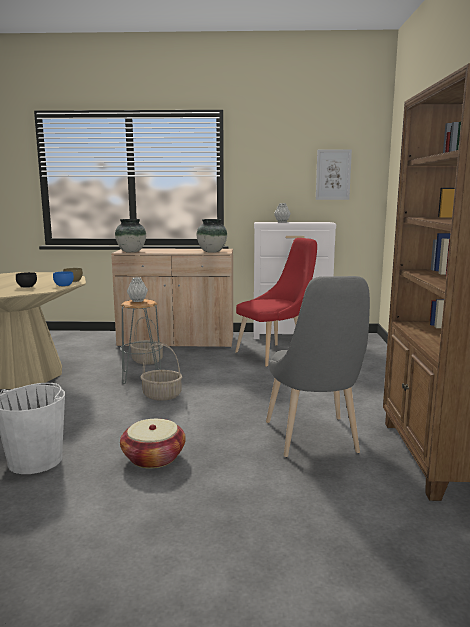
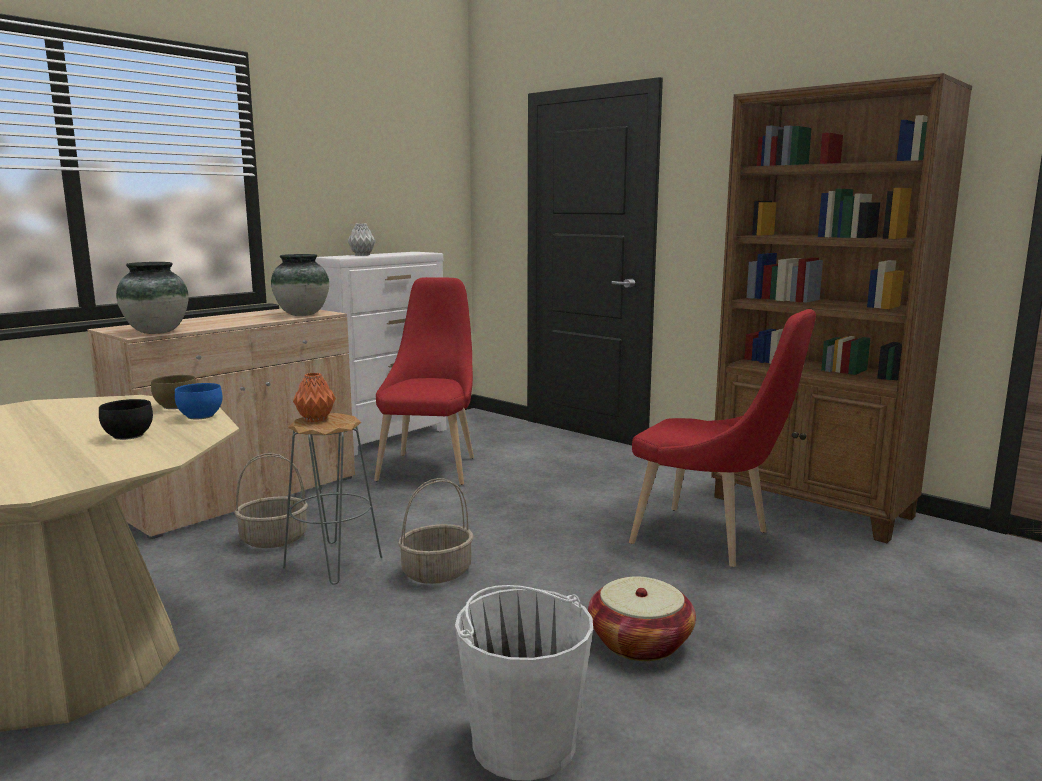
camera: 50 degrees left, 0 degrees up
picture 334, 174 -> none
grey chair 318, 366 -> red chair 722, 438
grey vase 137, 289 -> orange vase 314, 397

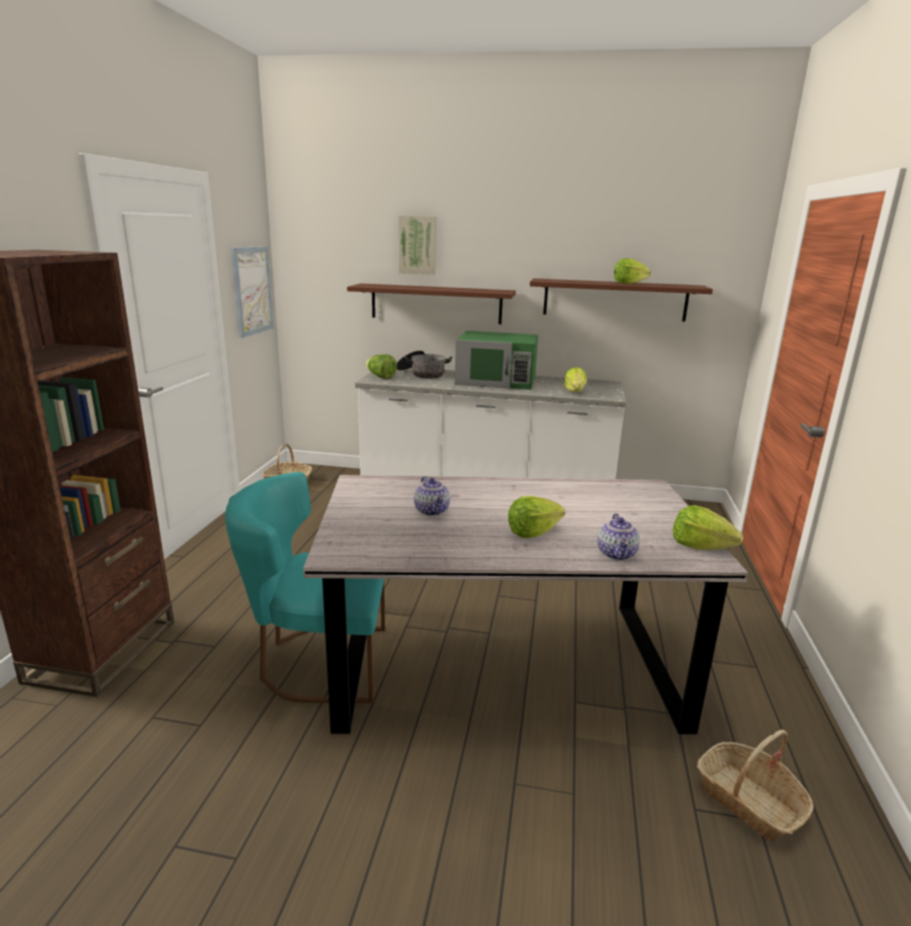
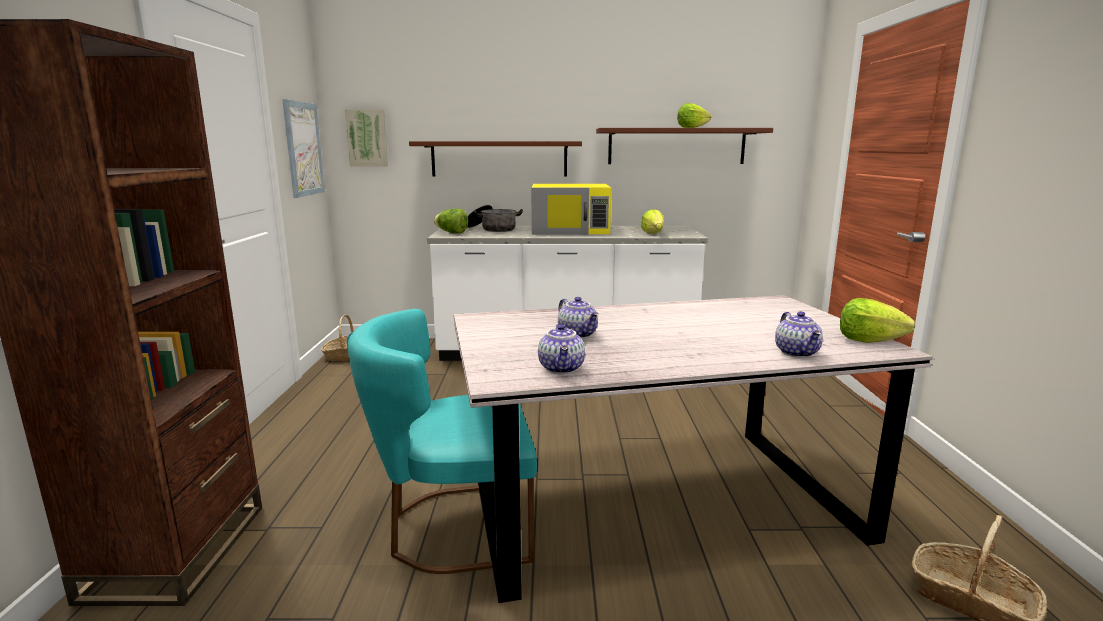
camera: 10 degrees left, 5 degrees down
picture 417, 245 -> picture 366, 137, moved
green microwave 496, 360 -> yellow microwave 571, 209
lettuce 536, 517 -> none
none -> teapot 561, 349

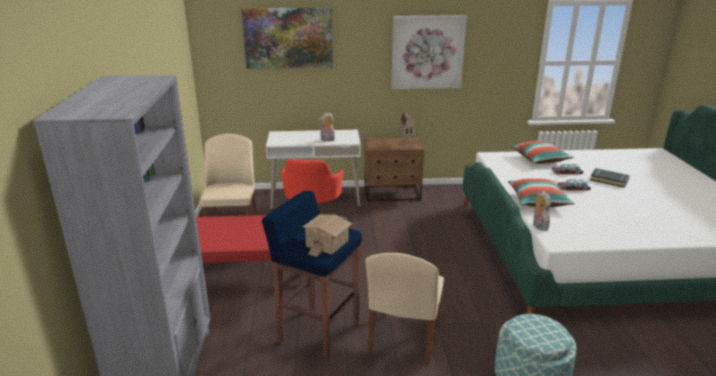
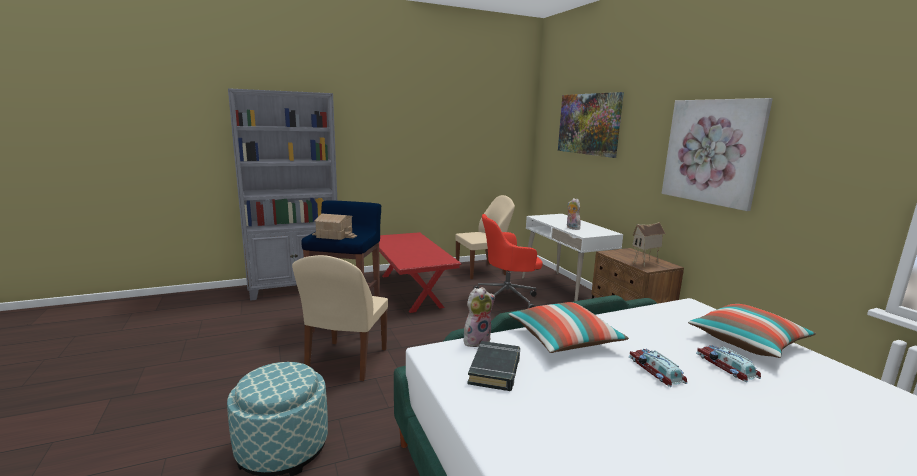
camera: 70 degrees right, 10 degrees down
black book 610, 178 -> black book 494, 366, moved
beige chair 405, 308 -> beige chair 340, 318, 75 degrees counterclockwise

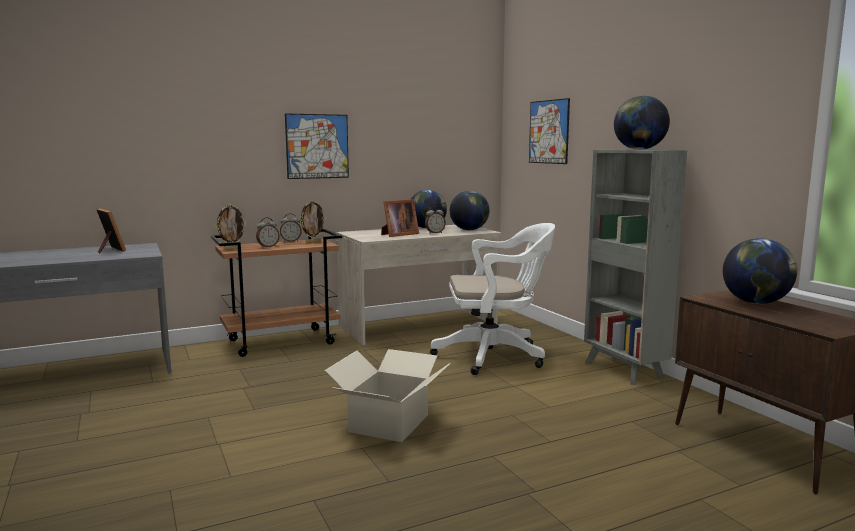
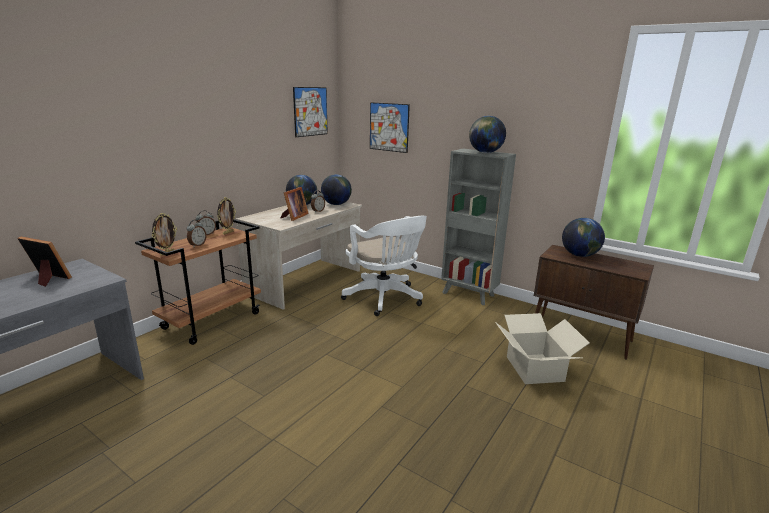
camera: 30 degrees left, 10 degrees up
picture 317, 146 -> picture 310, 112, moved
white office chair 492, 299 -> white office chair 384, 266, 90 degrees clockwise
cardboard box 387, 395 -> cardboard box 542, 348, moved

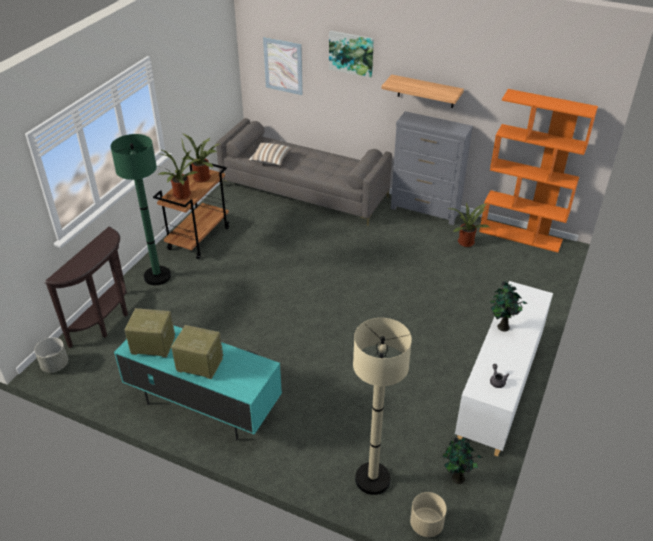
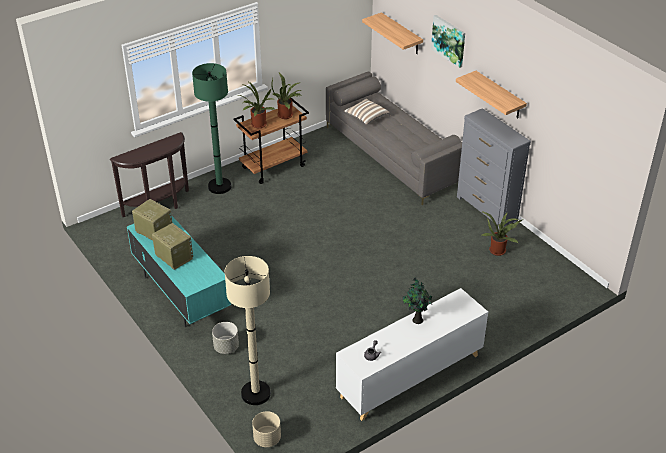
camera: 30 degrees right, 0 degrees up
picture 283, 66 -> shelf 392, 33
orange bookcase 538, 171 -> none
grey planter 51, 355 -> grey planter 225, 338, moved
potted plant 463, 461 -> none

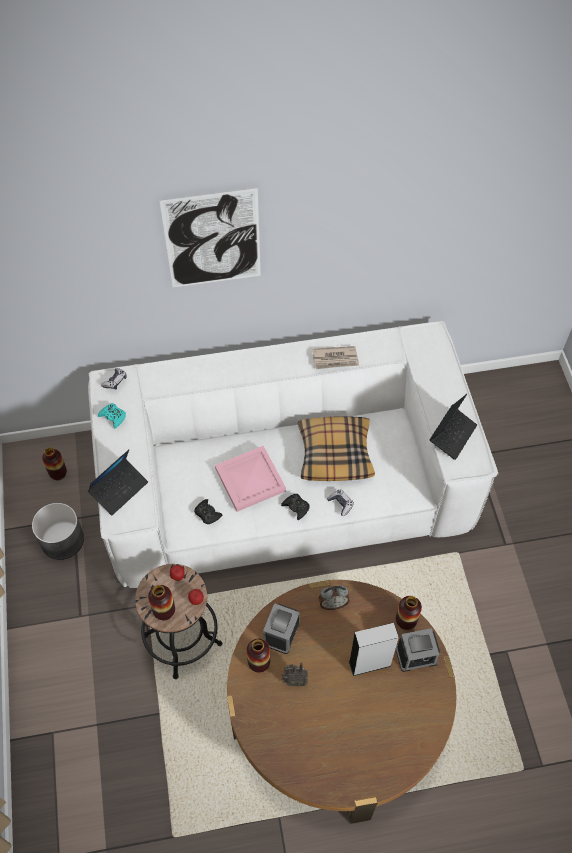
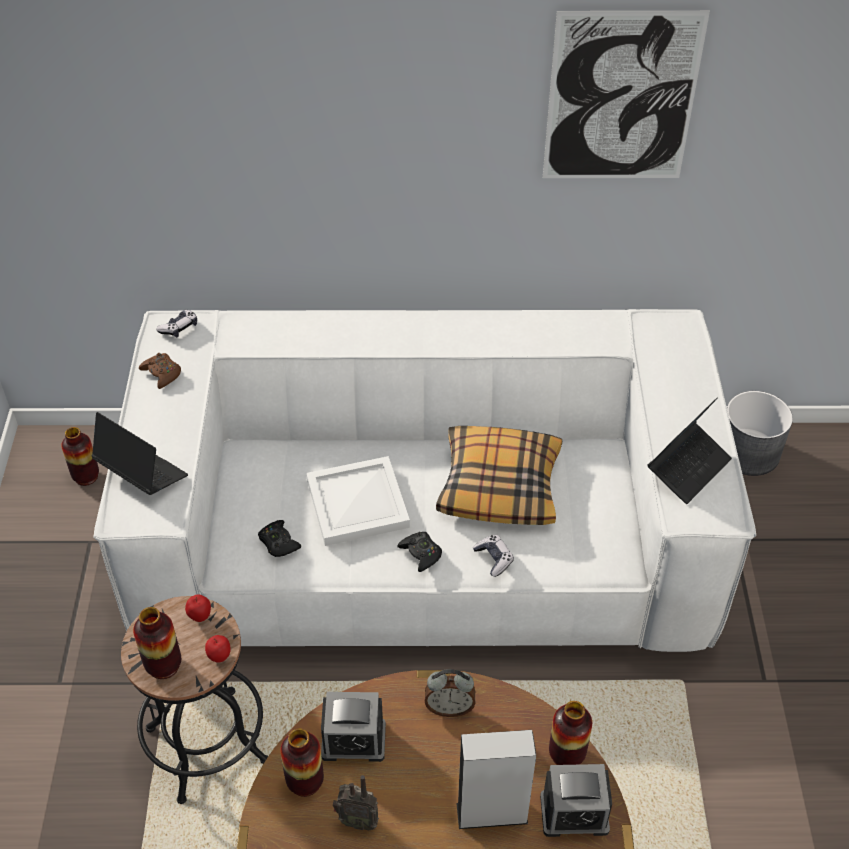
camera: 10 degrees right, 10 degrees down
picture 210, 238 -> picture 626, 94, moved
newspaper 335, 357 -> none
turquoise game controller 112, 416 -> brown game controller 160, 371
pink tray 250, 479 -> white tray 358, 501
laptop 118, 483 -> laptop 139, 453, 105 degrees counterclockwise
grey planter 58, 531 -> grey planter 760, 433, moved
alarm clock 281, 628 -> alarm clock 353, 727, 120 degrees counterclockwise

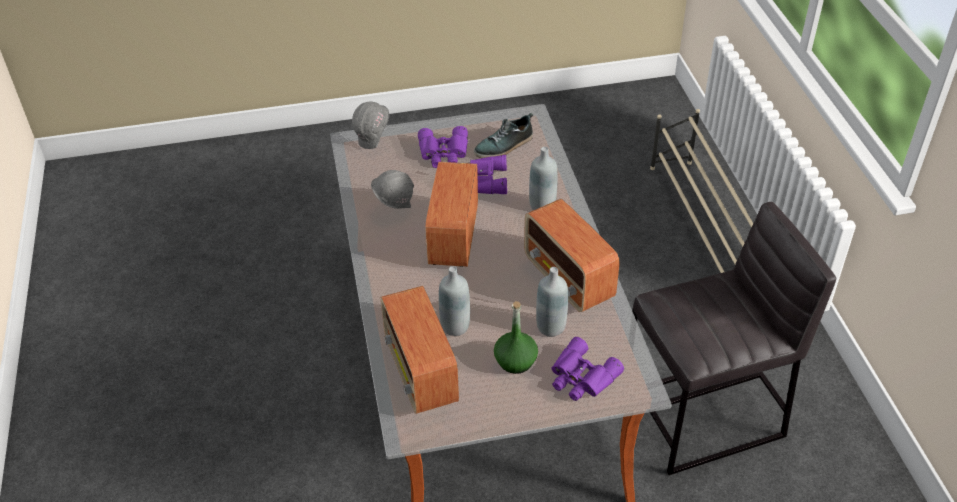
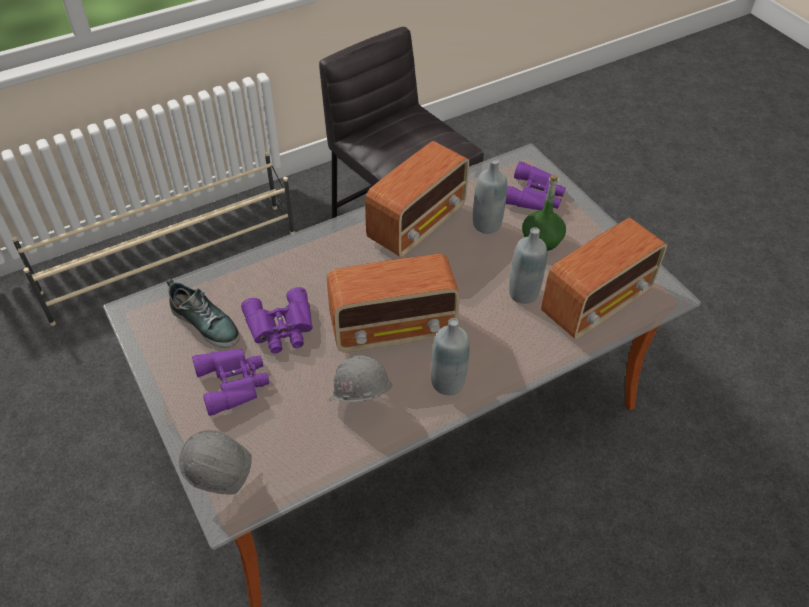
camera: 110 degrees left, 5 degrees up
grey bottle 543, 178 -> grey bottle 450, 356, moved

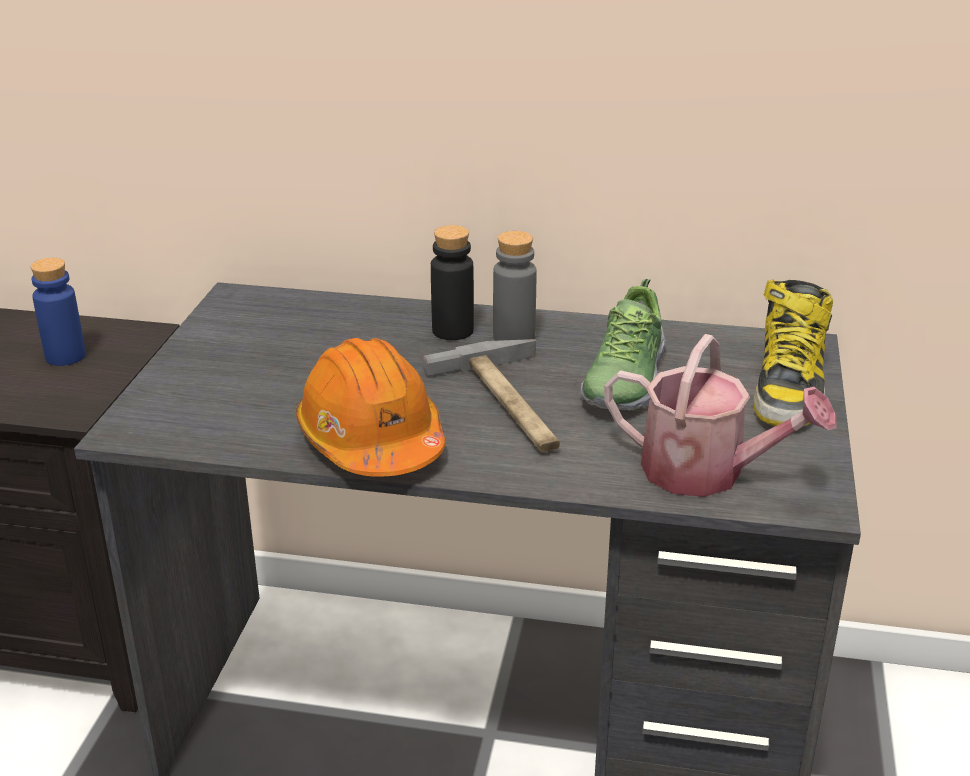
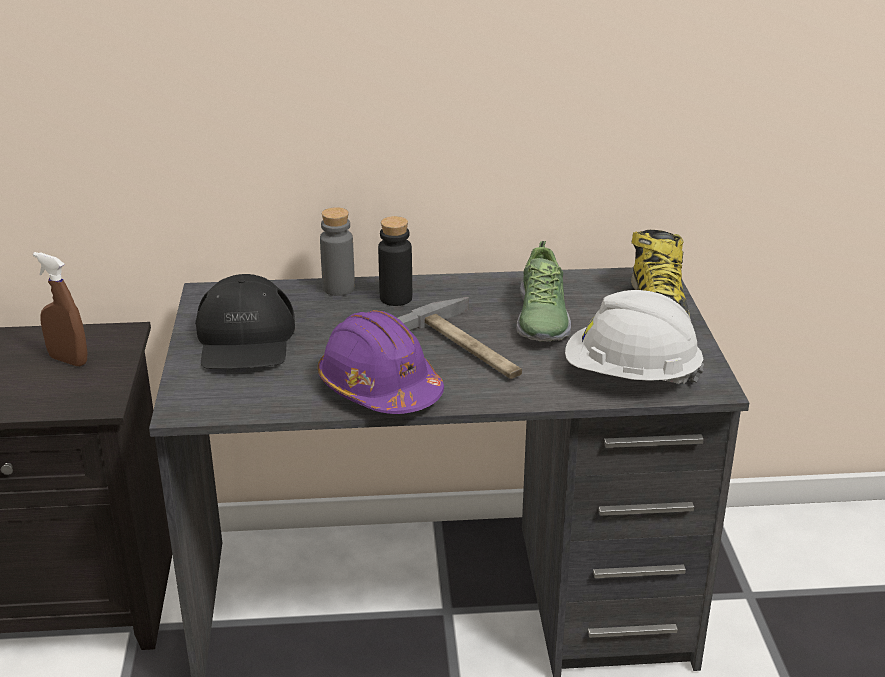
camera: 15 degrees left, 0 degrees up
grey bottle 514, 286 -> grey bottle 337, 251, moved
blue bottle 58, 312 -> brown spray bottle 60, 309
watering can 720, 415 -> white hard hat 634, 337
orange hard hat 371, 407 -> purple hard hat 381, 362
none -> black cap 245, 321

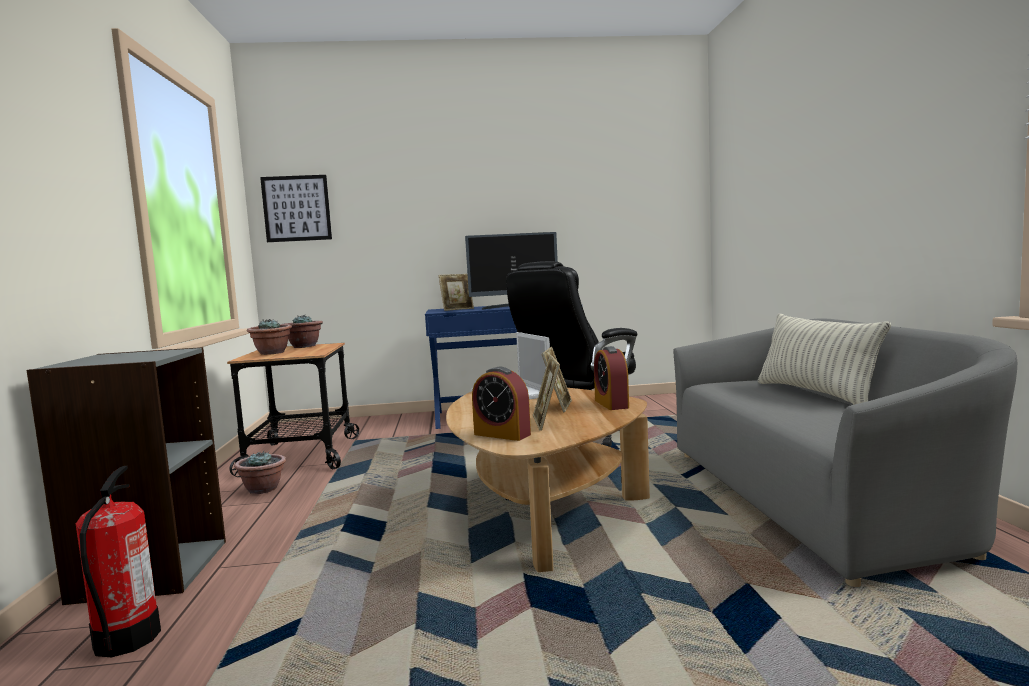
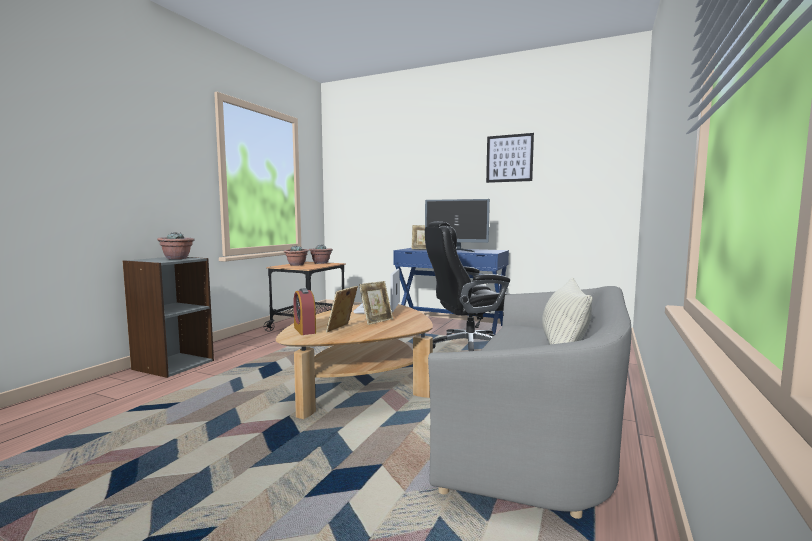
camera: 30 degrees right, 0 degrees up
picture 296, 208 -> picture 510, 158, moved
alarm clock 611, 378 -> none
potted plant 260, 472 -> potted plant 176, 245, moved
fire extinguisher 118, 562 -> none

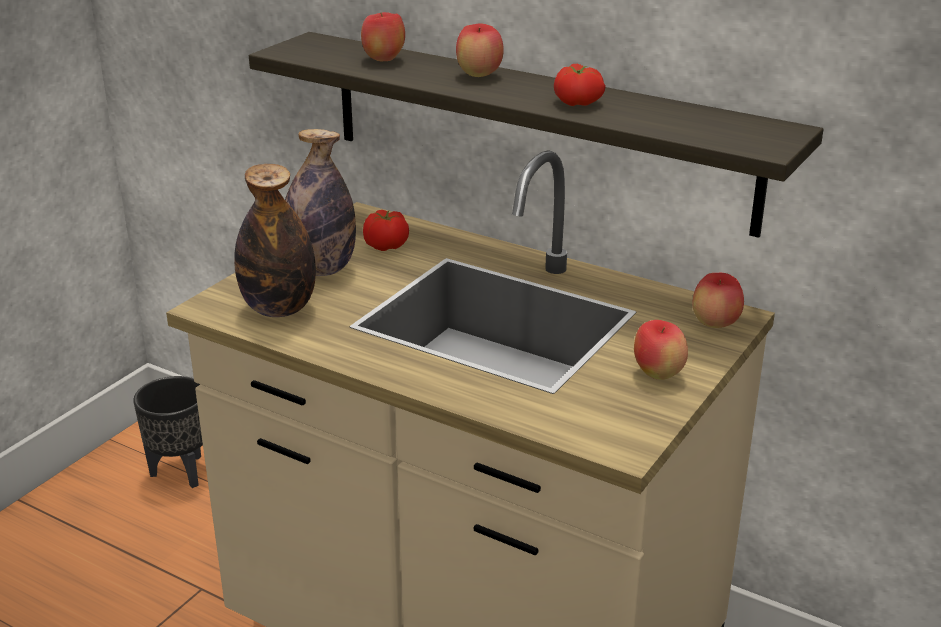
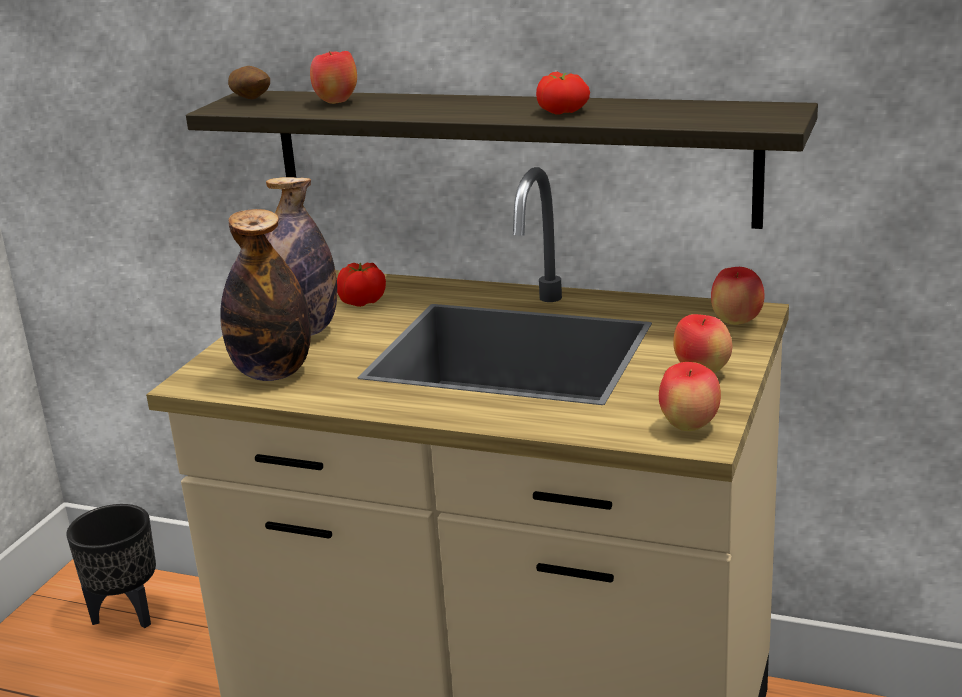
camera: 10 degrees left, 5 degrees down
apple 480, 50 -> apple 690, 396, moved
none -> potato 249, 83

